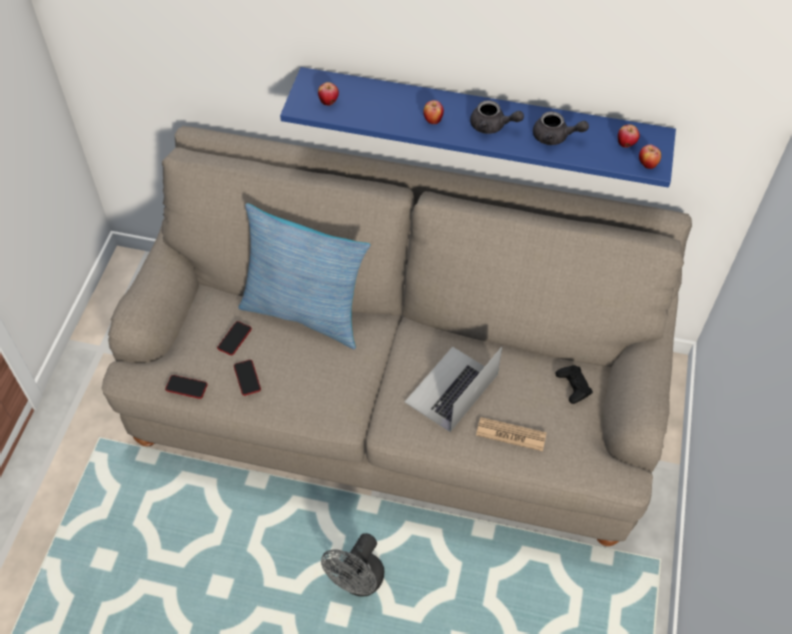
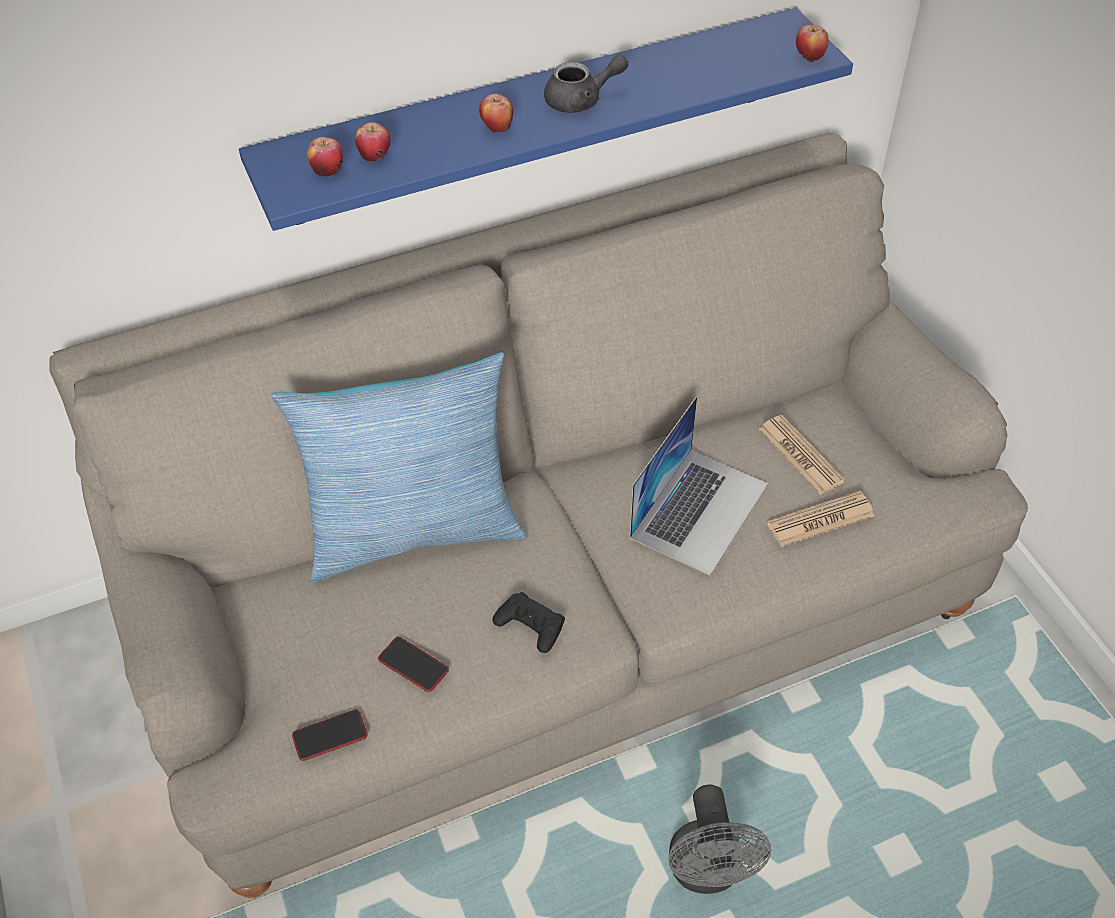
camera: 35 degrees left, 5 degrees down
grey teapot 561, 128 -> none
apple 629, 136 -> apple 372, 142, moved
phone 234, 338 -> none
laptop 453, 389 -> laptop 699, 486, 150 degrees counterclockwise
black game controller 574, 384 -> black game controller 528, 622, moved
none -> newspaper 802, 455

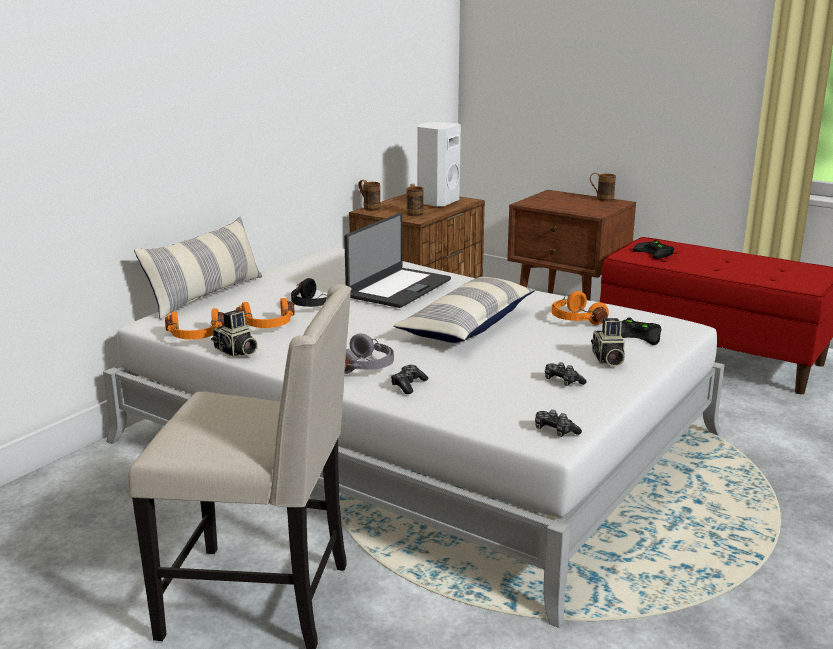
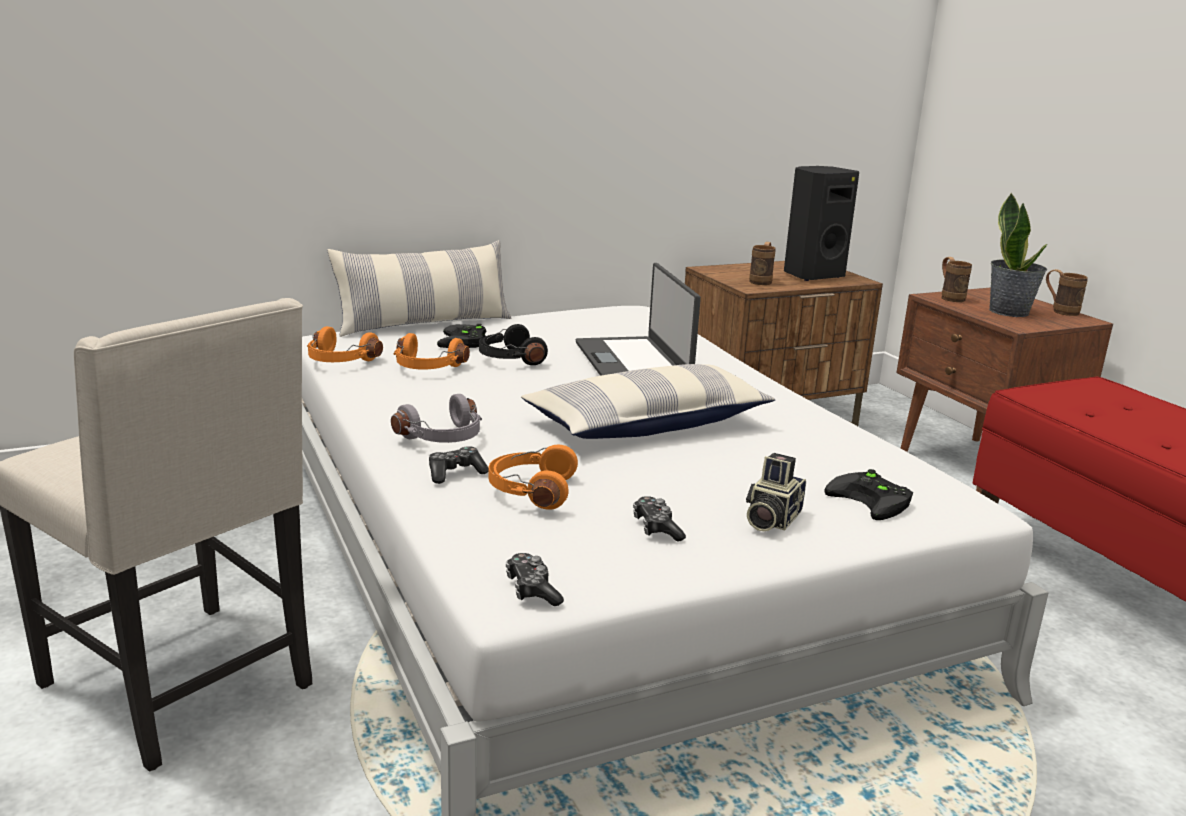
camera: 30 degrees right, 0 degrees up
white speaker 439, 164 -> black speaker 821, 223
brown mug 370, 195 -> brown mug 957, 279, moved
laptop 397, 260 -> laptop 638, 319, 105 degrees clockwise
black game controller 653, 249 -> black game controller 461, 336, moved
orange headphones 580, 308 -> orange headphones 533, 477, moved
photo camera 234, 333 -> none
none -> potted plant 1018, 255

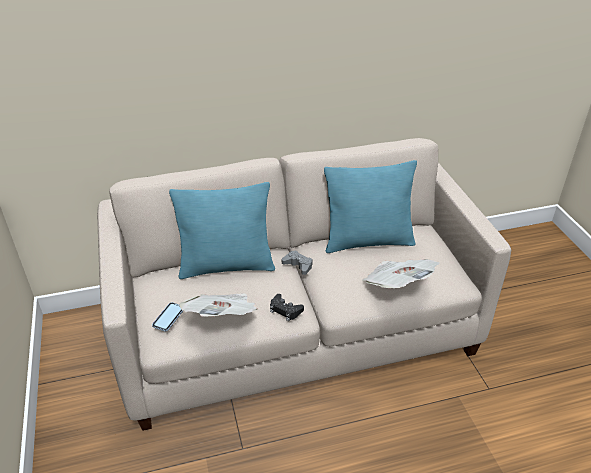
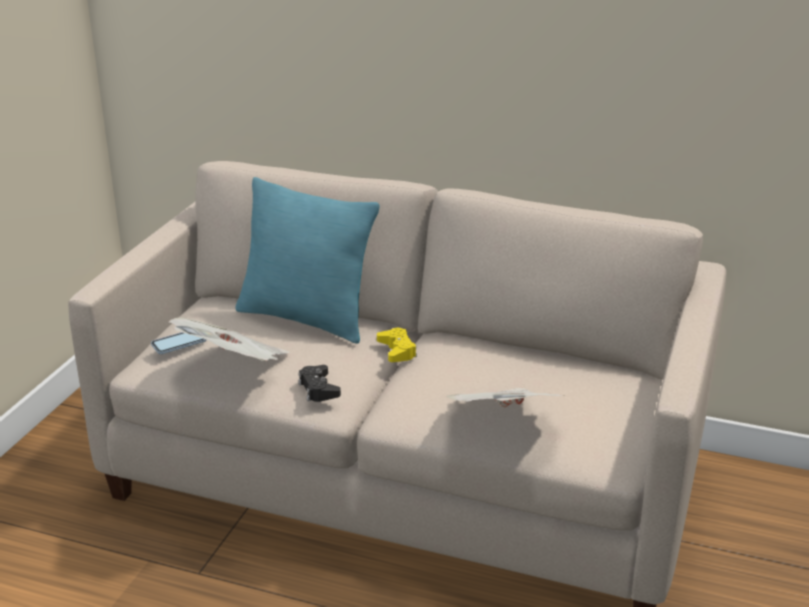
camera: 35 degrees right, 10 degrees down
turquoise pillow 370, 206 -> none
grey game controller 297, 263 -> yellow game controller 397, 345

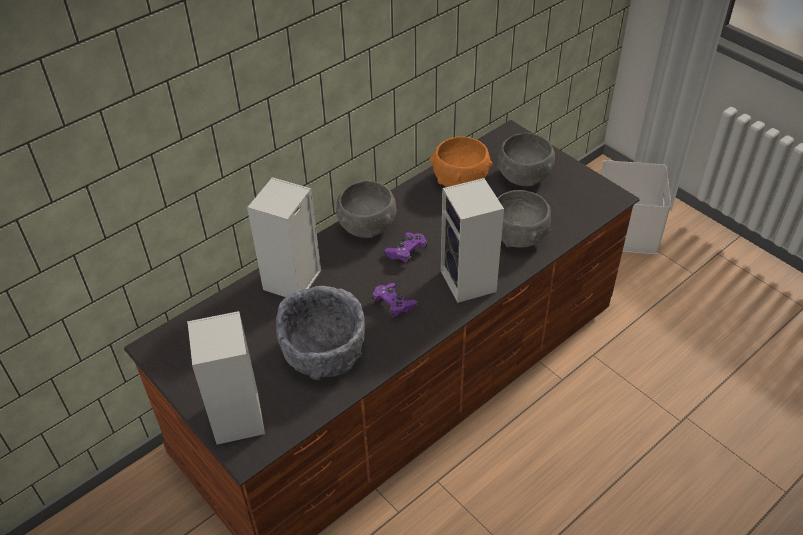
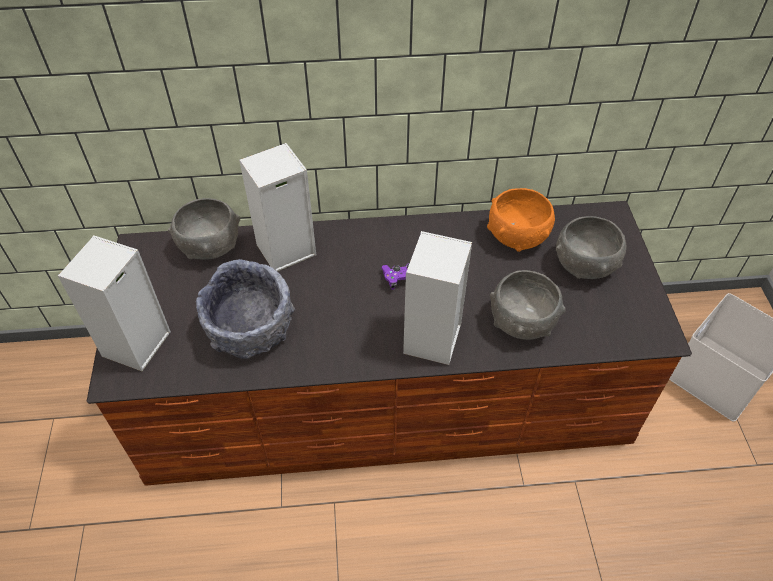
camera: 35 degrees right, 5 degrees up
grey bowl 366, 209 -> grey bowl 204, 229, moved
purple game controller 394, 300 -> none

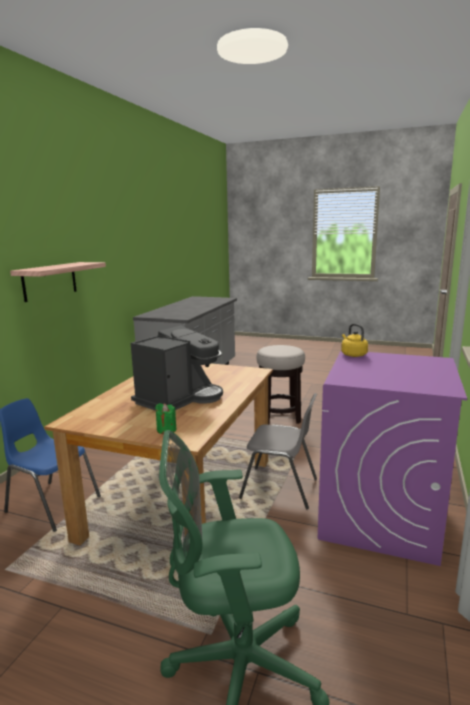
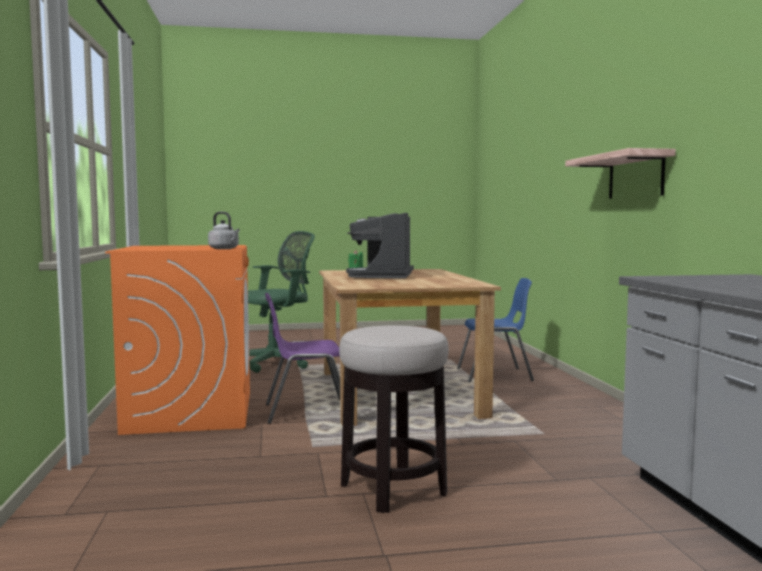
camera: 150 degrees right, 10 degrees down
yellow kettle 354, 340 -> grey kettle 224, 230
purple washing machine 392, 458 -> orange washing machine 177, 340
grey chair 278, 451 -> purple chair 302, 358

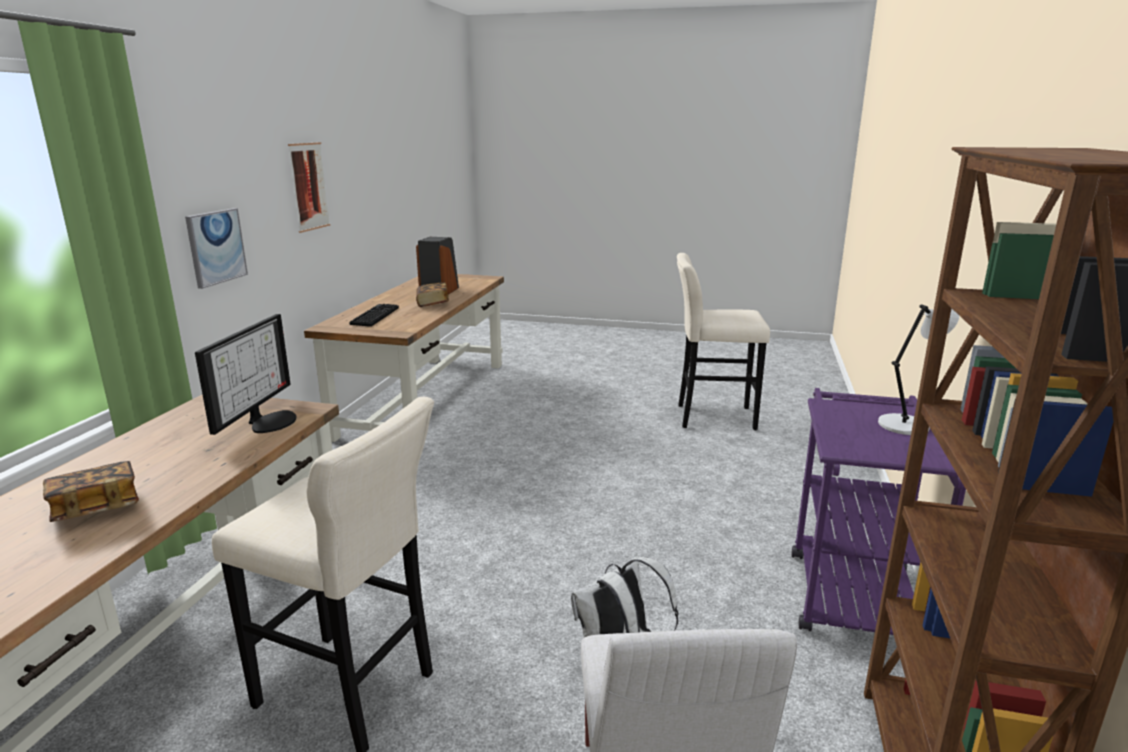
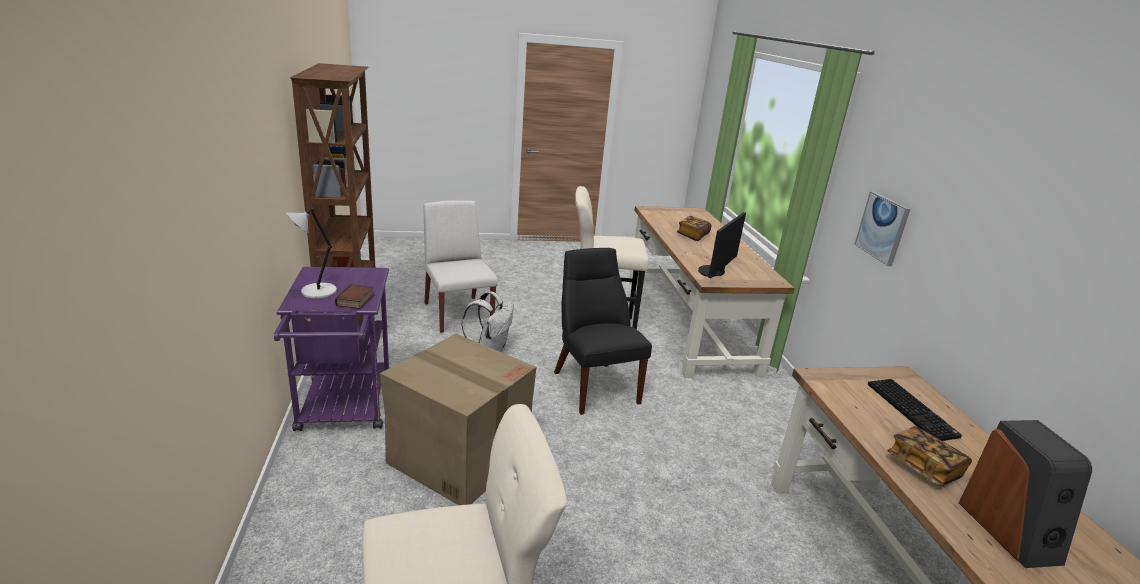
camera: 155 degrees right, 5 degrees up
picture 309, 187 -> none
monitor 246, 374 -> monitor 722, 245, 45 degrees clockwise
none -> black chair 603, 331
none -> book 354, 296
none -> cardboard box 458, 419

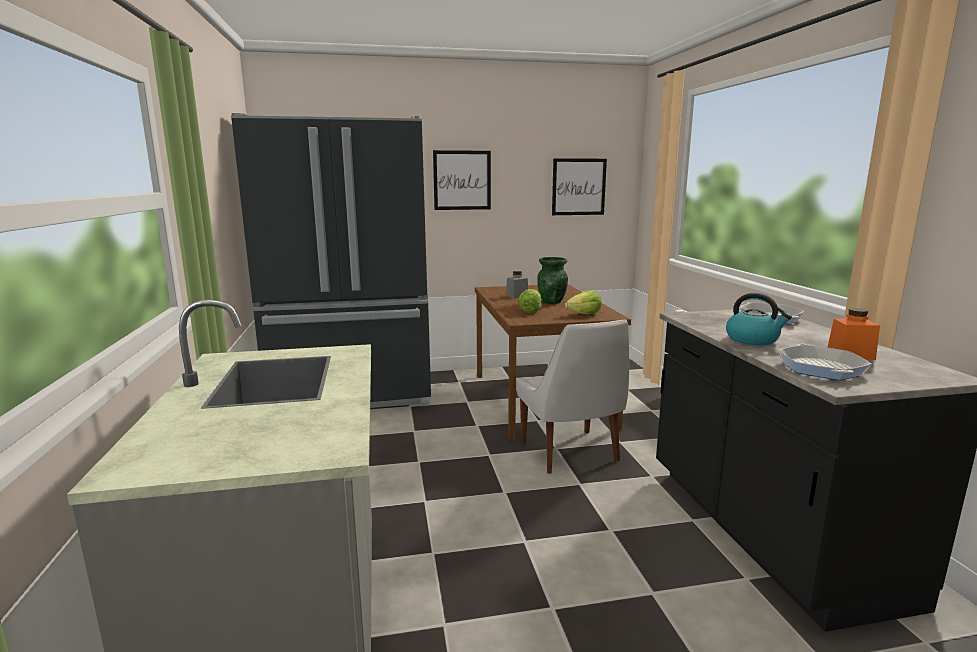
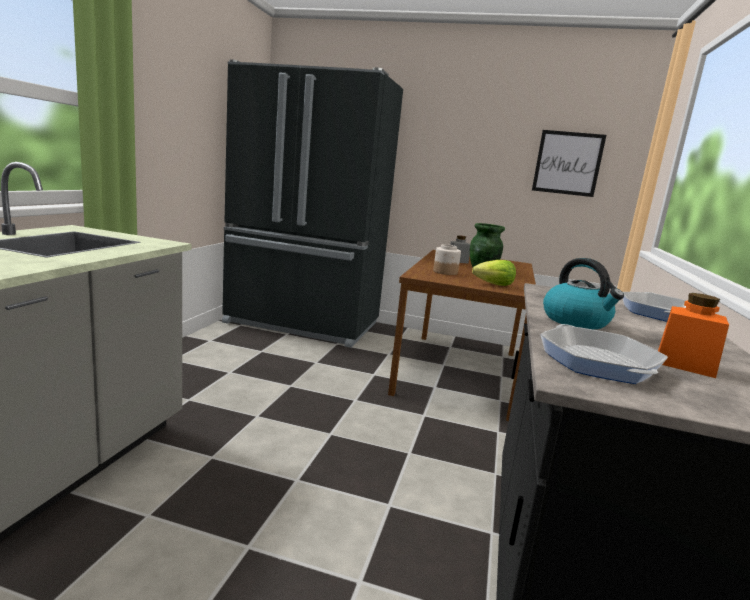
camera: 25 degrees right, 0 degrees up
picture 462, 180 -> none
lettuce 530, 301 -> jar 447, 259
white chair 572, 397 -> none
frying pan 825, 362 -> frying pan 604, 354, 45 degrees counterclockwise

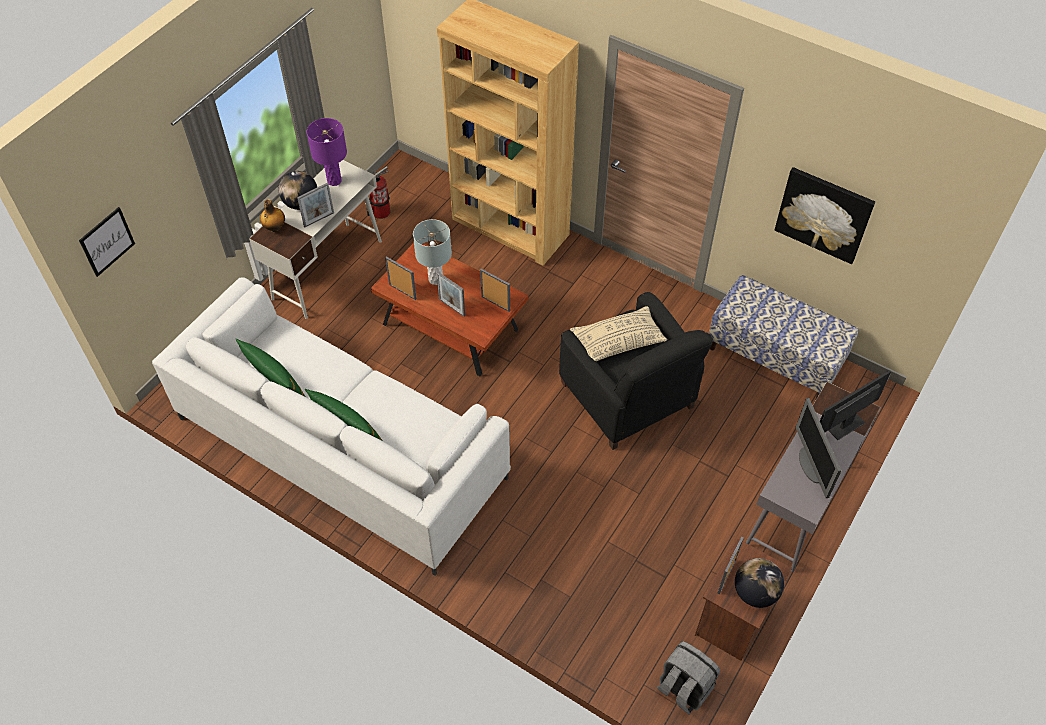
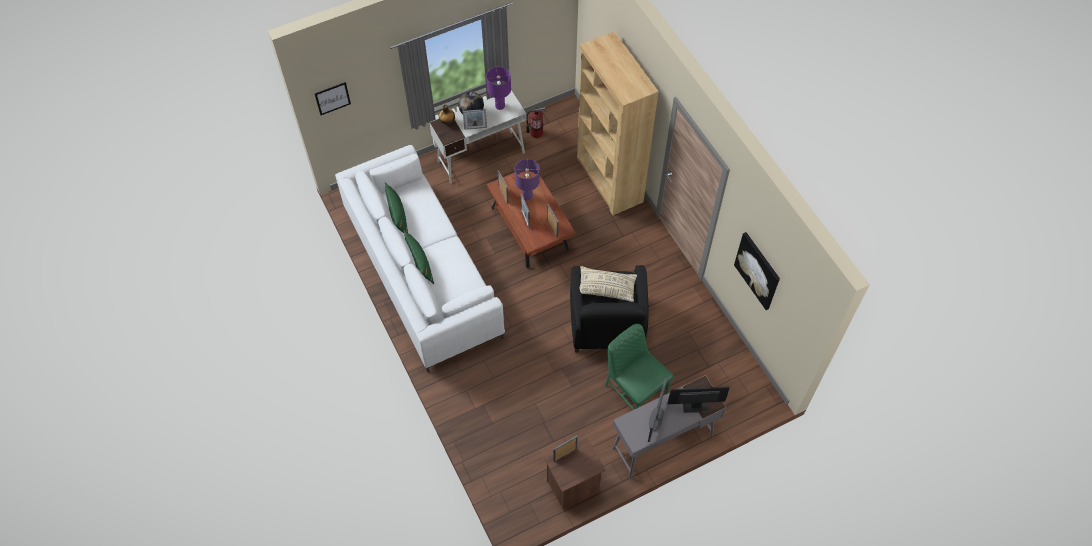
camera: 30 degrees right, 5 degrees up
grey table lamp 432, 252 -> purple table lamp 527, 179
bench 784, 337 -> none
globe 759, 583 -> none
grey backpack 688, 678 -> none
none -> green chair 639, 367

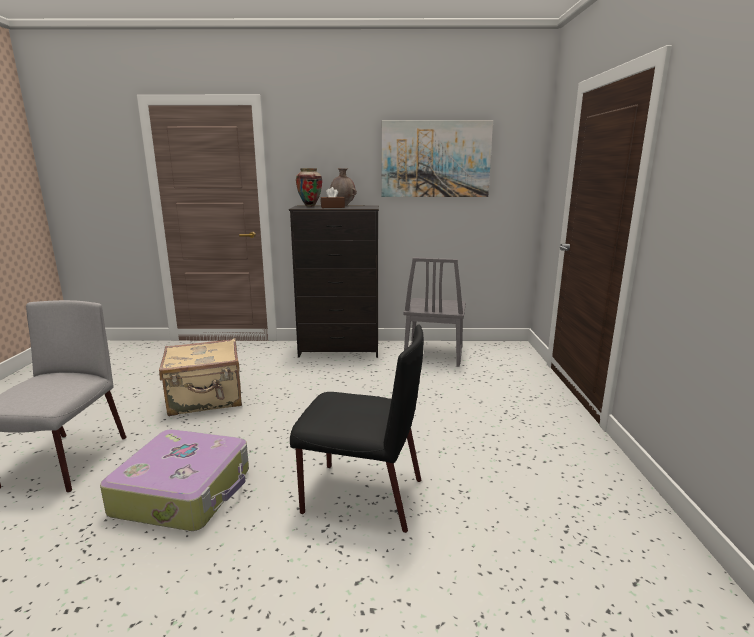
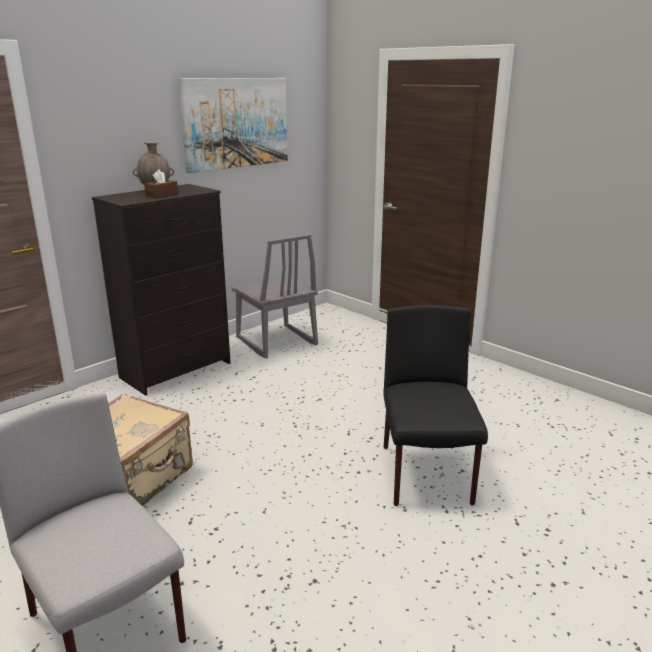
camera: 45 degrees left, 5 degrees up
vase 309, 187 -> none
black chair 357, 429 -> black chair 435, 405, 60 degrees counterclockwise
suitcase 174, 480 -> none

